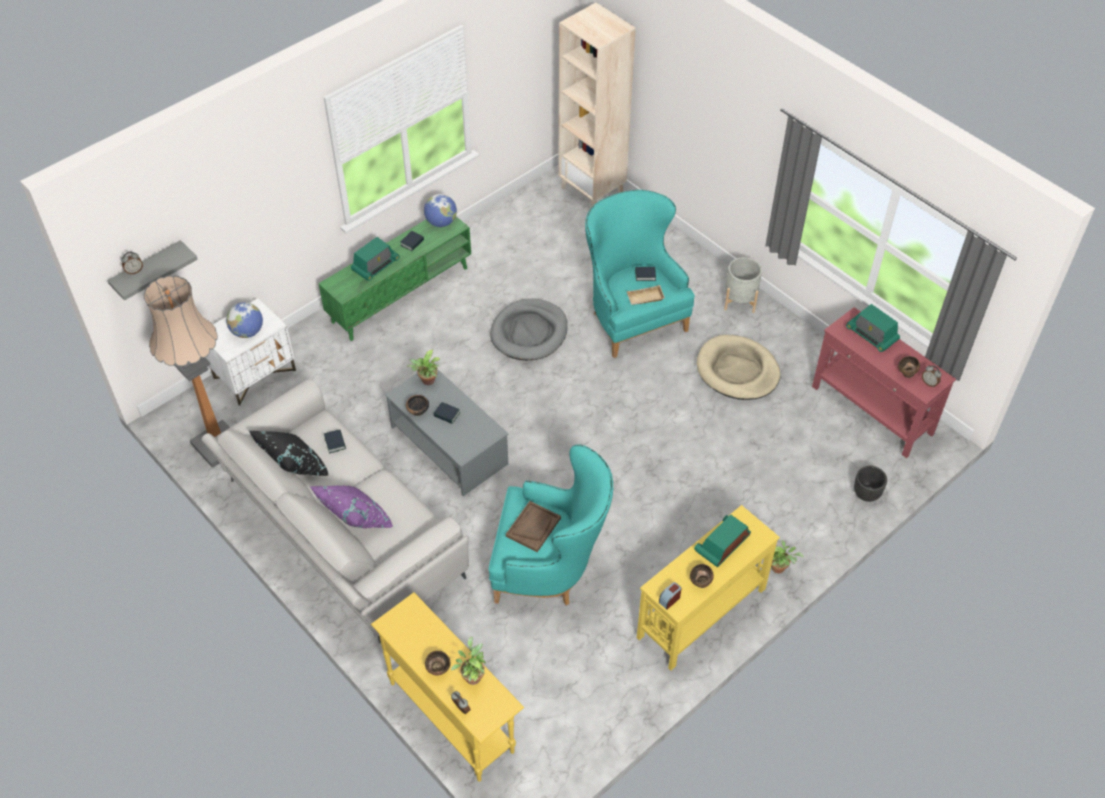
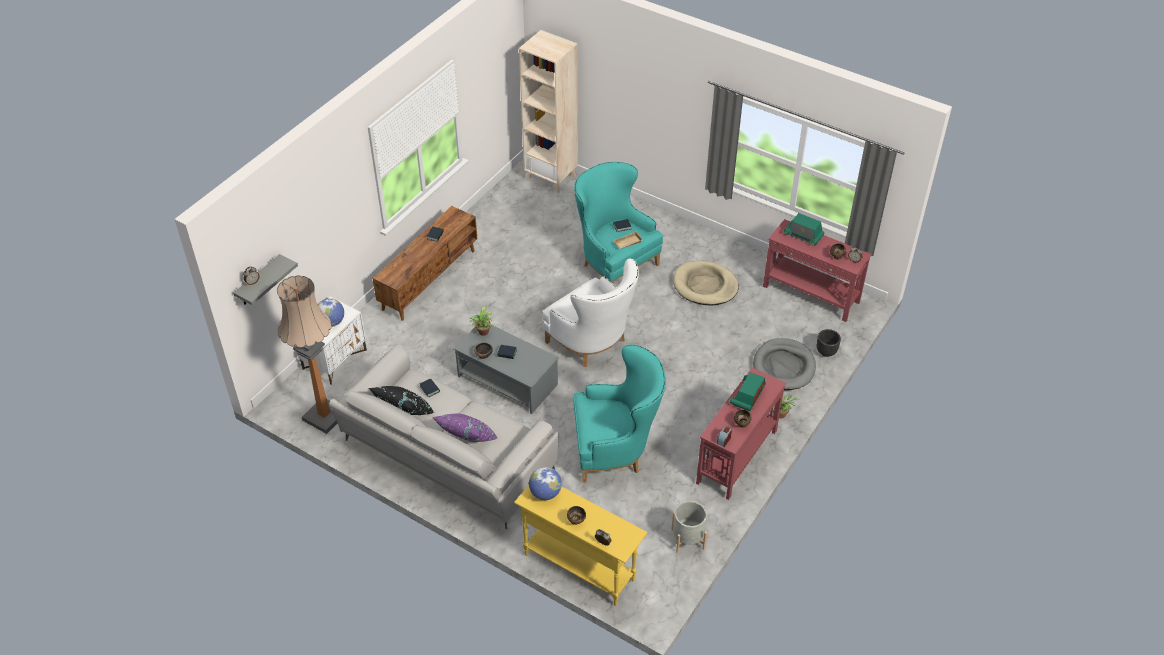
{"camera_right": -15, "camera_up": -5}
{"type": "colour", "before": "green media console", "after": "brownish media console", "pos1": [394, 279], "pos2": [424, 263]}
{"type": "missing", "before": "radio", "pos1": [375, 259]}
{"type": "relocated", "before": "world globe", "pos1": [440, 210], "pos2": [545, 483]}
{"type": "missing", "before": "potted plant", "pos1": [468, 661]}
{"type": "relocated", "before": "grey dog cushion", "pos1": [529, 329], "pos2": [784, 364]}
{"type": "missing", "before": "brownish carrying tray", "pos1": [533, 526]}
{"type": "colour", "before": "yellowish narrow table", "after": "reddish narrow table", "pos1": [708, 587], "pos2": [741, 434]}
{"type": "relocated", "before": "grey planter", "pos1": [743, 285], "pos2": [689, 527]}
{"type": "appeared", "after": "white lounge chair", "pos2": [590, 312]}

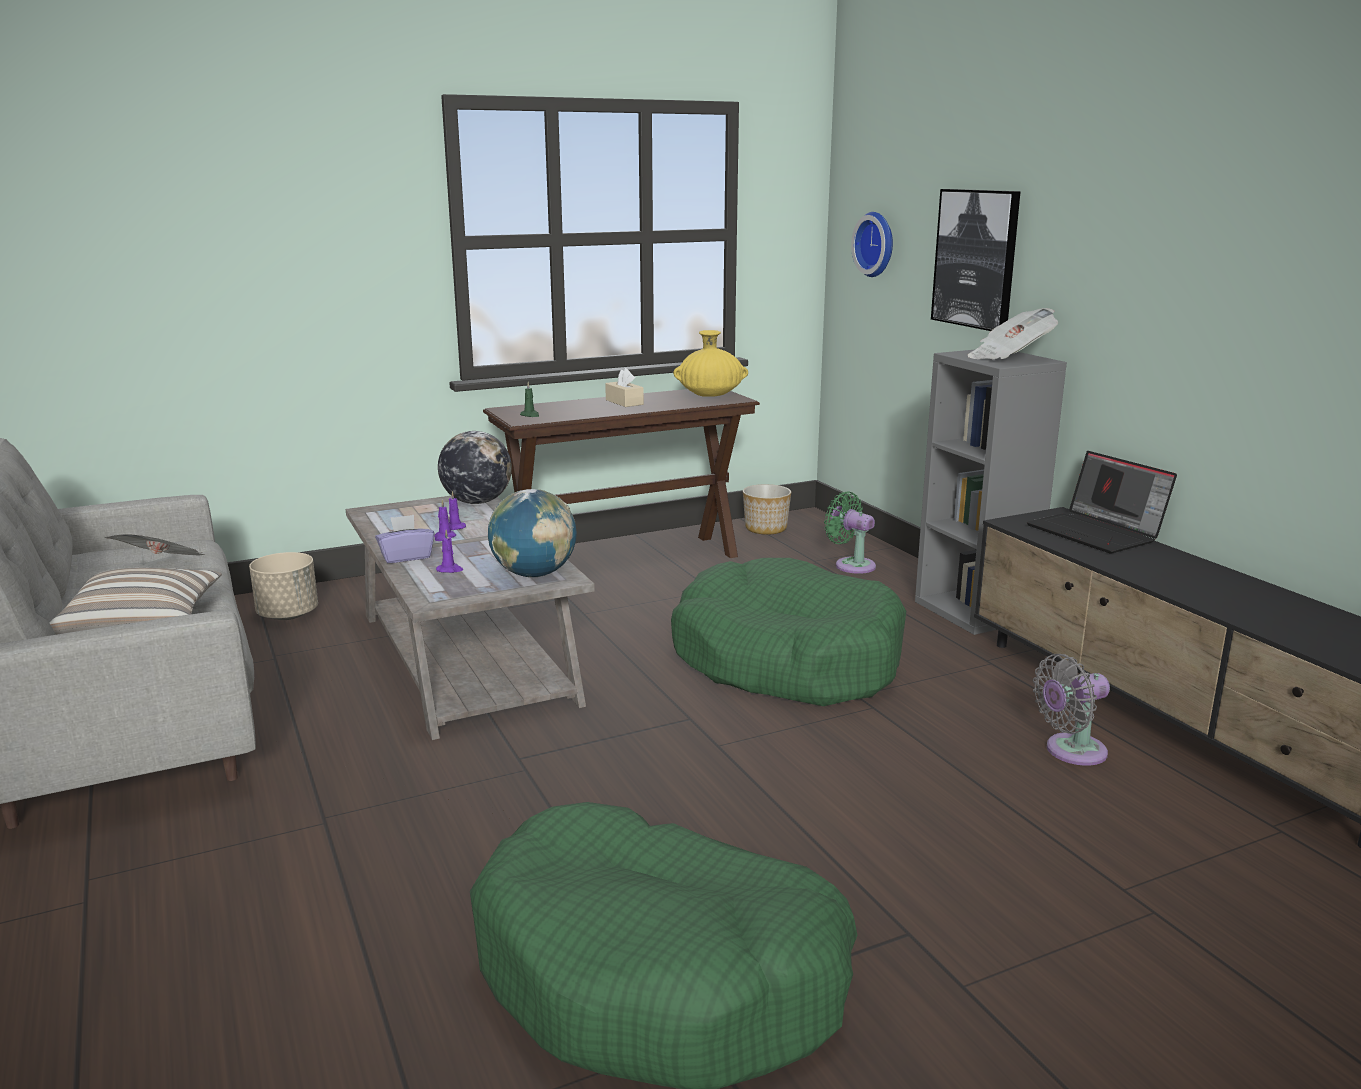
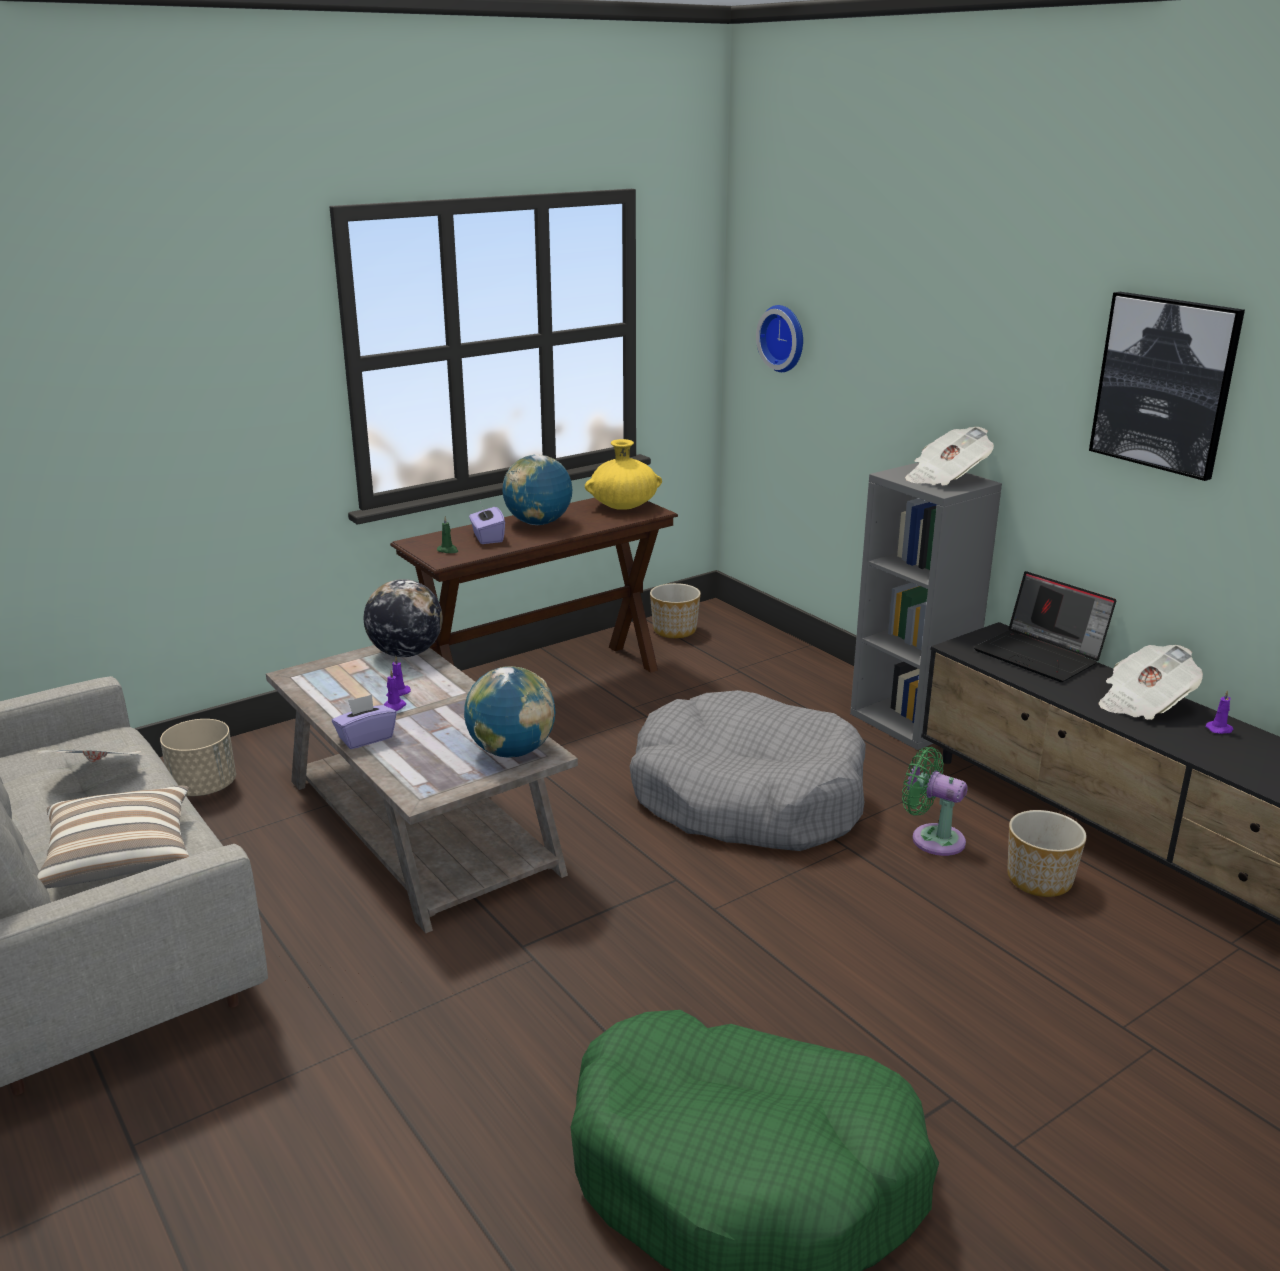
{"camera_right": -10, "camera_up": 5}
{"type": "relocated", "before": "purple wax light", "pos1": [449, 551], "pos2": [1220, 712]}
{"type": "exchanged", "before": "sand-coloured tissue box", "after": "world globe", "pos1": [624, 387], "pos2": [537, 489]}
{"type": "colour", "before": "green dog cushion", "after": "grey dog cushion", "pos1": [788, 632], "pos2": [748, 770]}
{"type": "relocated", "before": "green fan", "pos1": [850, 533], "pos2": [935, 801]}
{"type": "relocated", "before": "wall picture", "pos1": [976, 260], "pos2": [1167, 386]}
{"type": "exchanged", "before": "grey fan", "after": "planter", "pos1": [1071, 710], "pos2": [1047, 853]}
{"type": "appeared", "after": "purple tissue box", "pos2": [487, 523]}
{"type": "appeared", "after": "printed paper", "pos2": [1151, 682]}

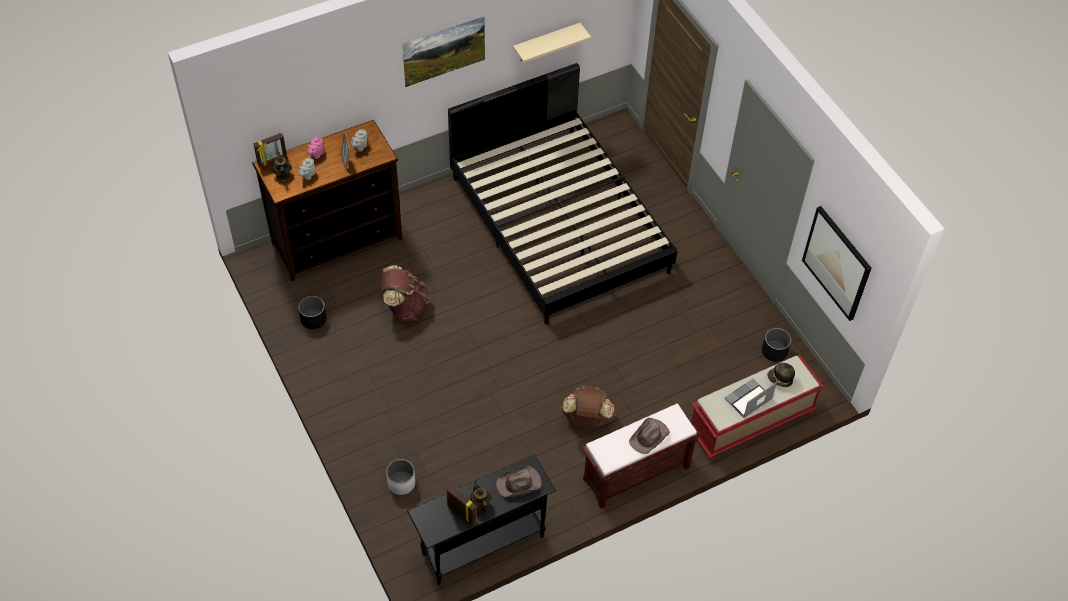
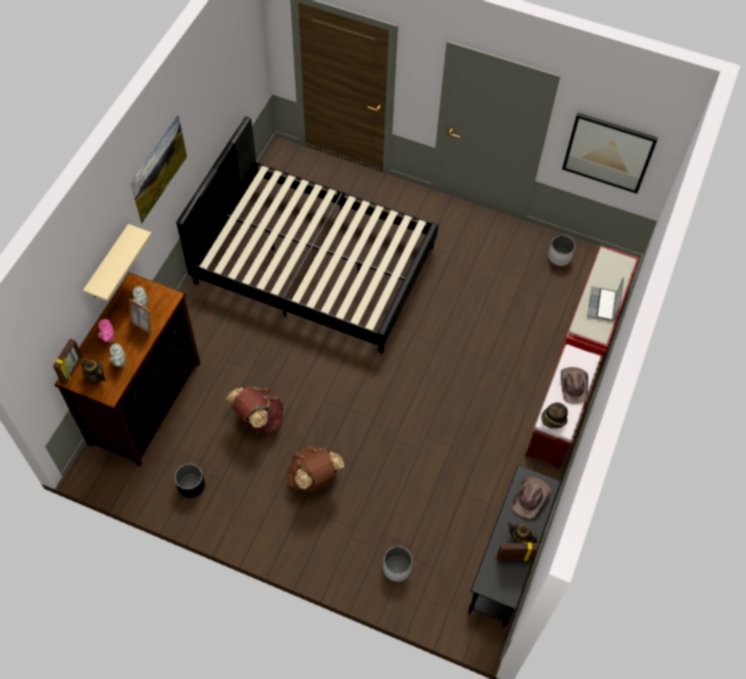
{"camera_right": -40, "camera_up": 5}
{"type": "relocated", "before": "sand-coloured bracket shelf", "pos1": [552, 43], "pos2": [117, 262]}
{"type": "relocated", "before": "brownish knapsack", "pos1": [589, 406], "pos2": [315, 468]}
{"type": "colour", "before": "blackish planter", "after": "white planter", "pos1": [776, 345], "pos2": [561, 250]}
{"type": "relocated", "before": "wearable hat", "pos1": [781, 375], "pos2": [554, 415]}

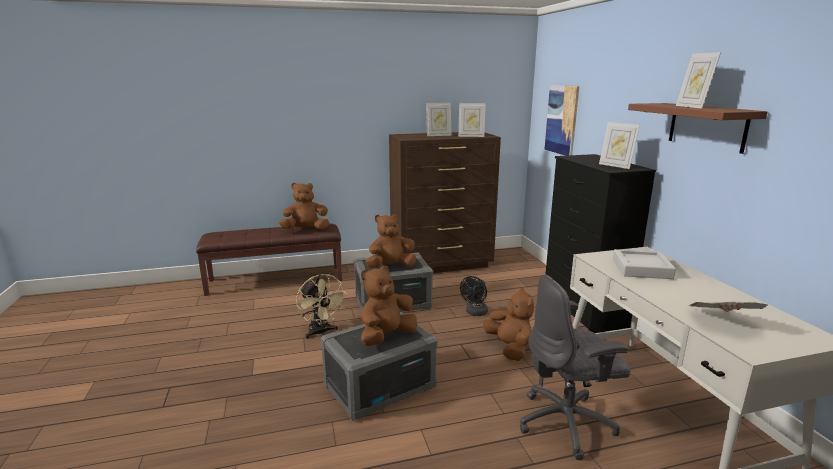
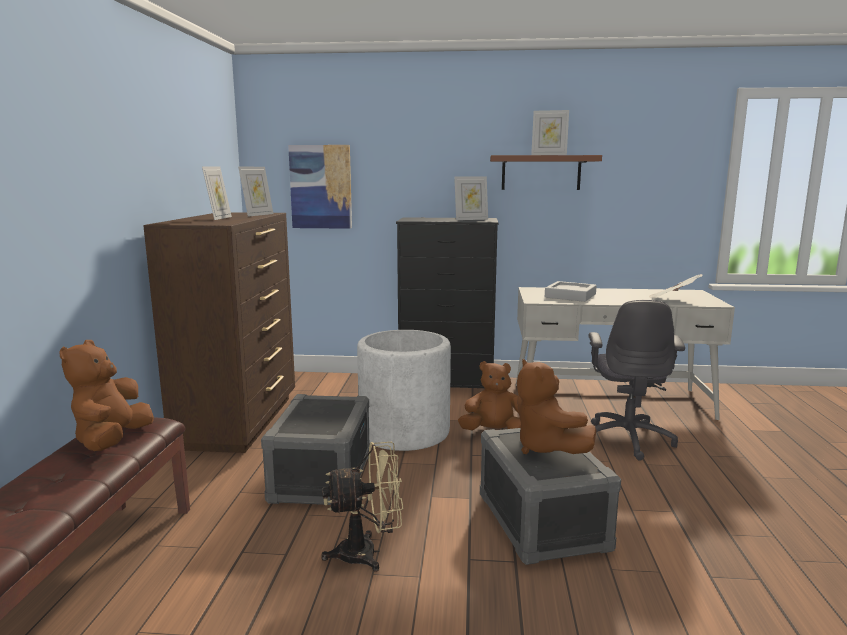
{"camera_right": -70, "camera_up": -5}
{"type": "missing", "before": "brownish plush toy", "pos1": [391, 241]}
{"type": "exchanged", "before": "blackish fan", "after": "white planter", "pos1": [474, 296], "pos2": [404, 390]}

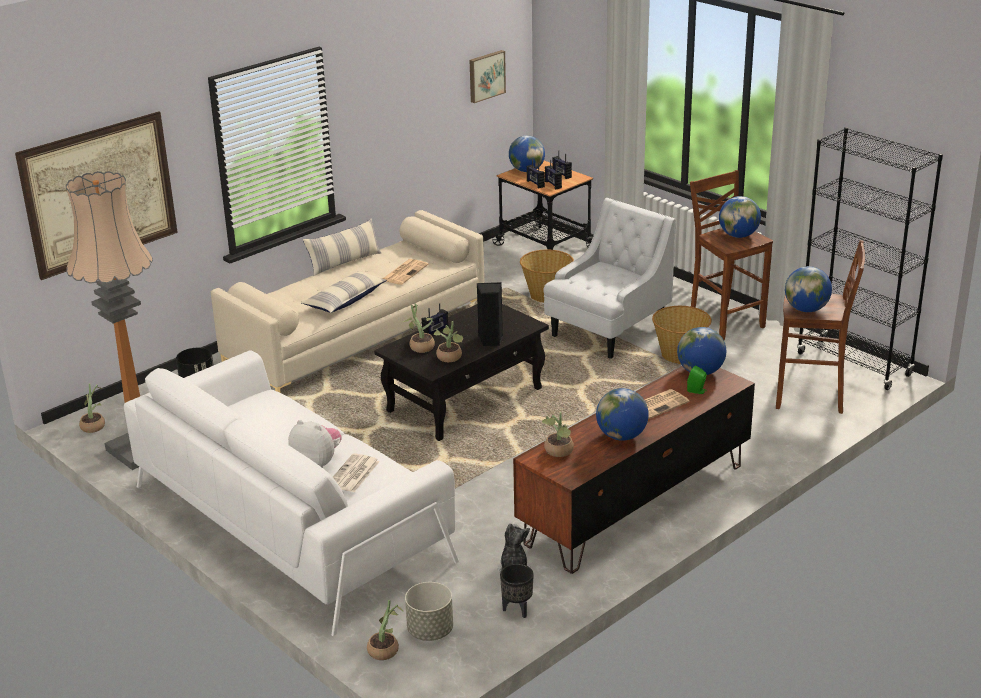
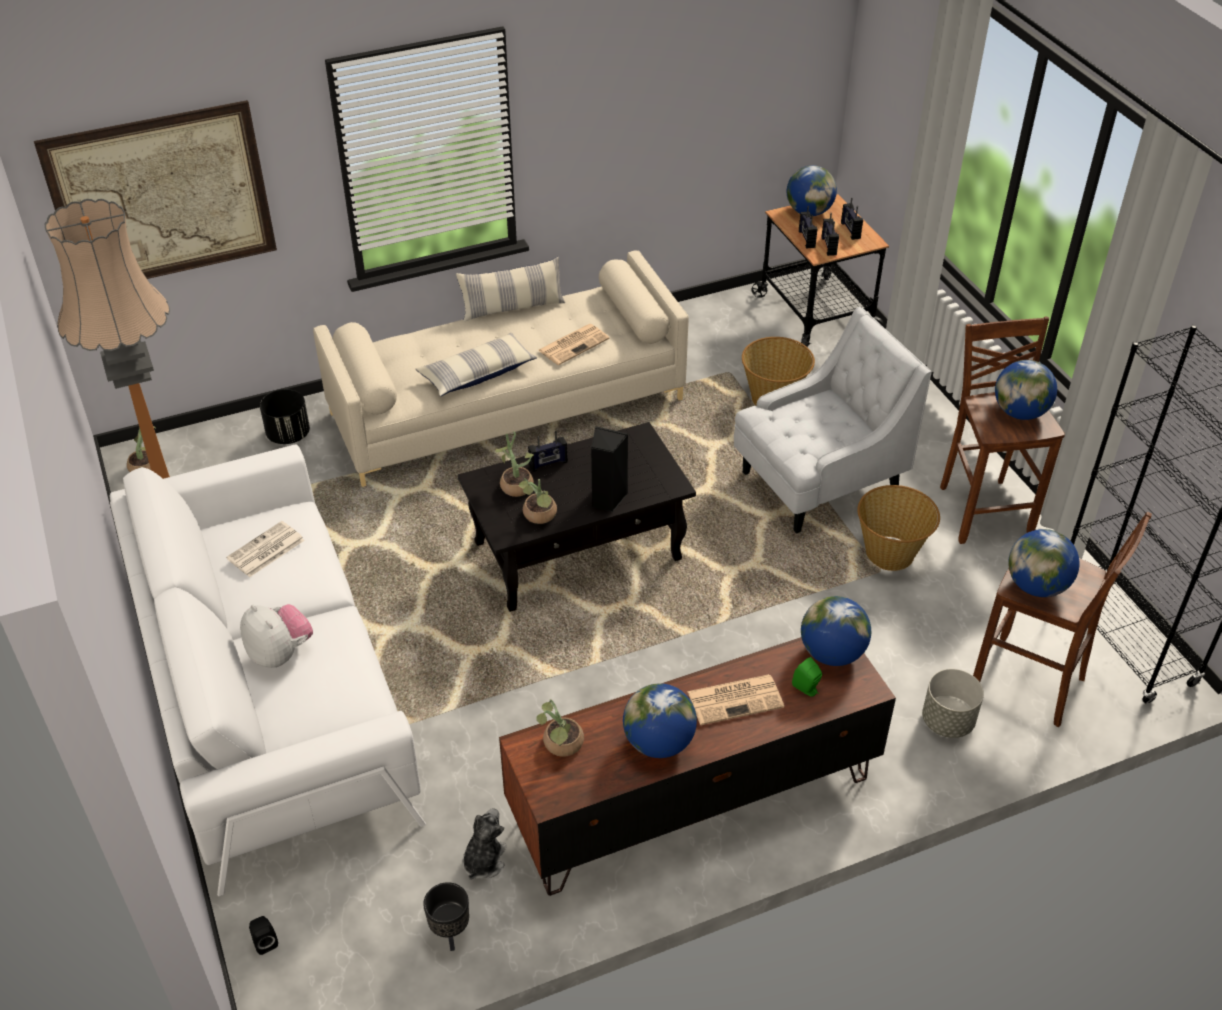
{"camera_right": 20, "camera_up": 15}
{"type": "relocated", "before": "printed paper", "pos1": [356, 472], "pos2": [265, 549]}
{"type": "exchanged", "before": "potted plant", "after": "blackish loudspeaker", "pos1": [385, 630], "pos2": [263, 935]}
{"type": "relocated", "before": "grey planter", "pos1": [429, 611], "pos2": [953, 703]}
{"type": "missing", "before": "wall picture", "pos1": [488, 76]}

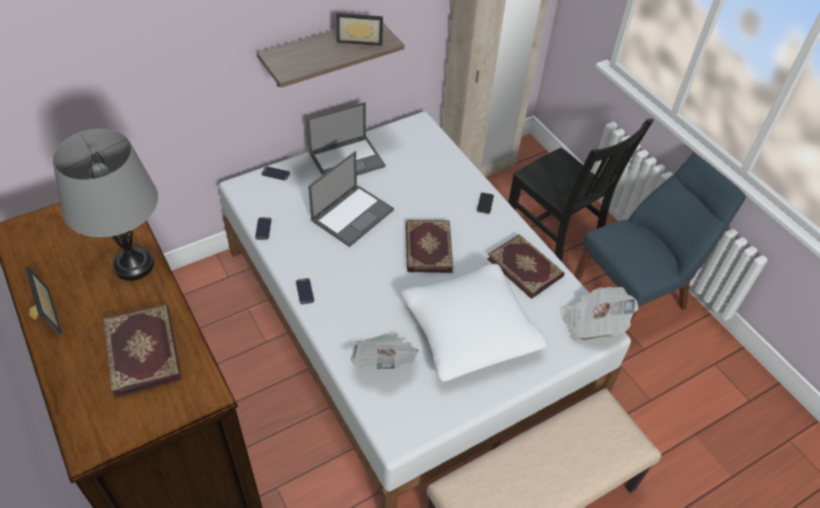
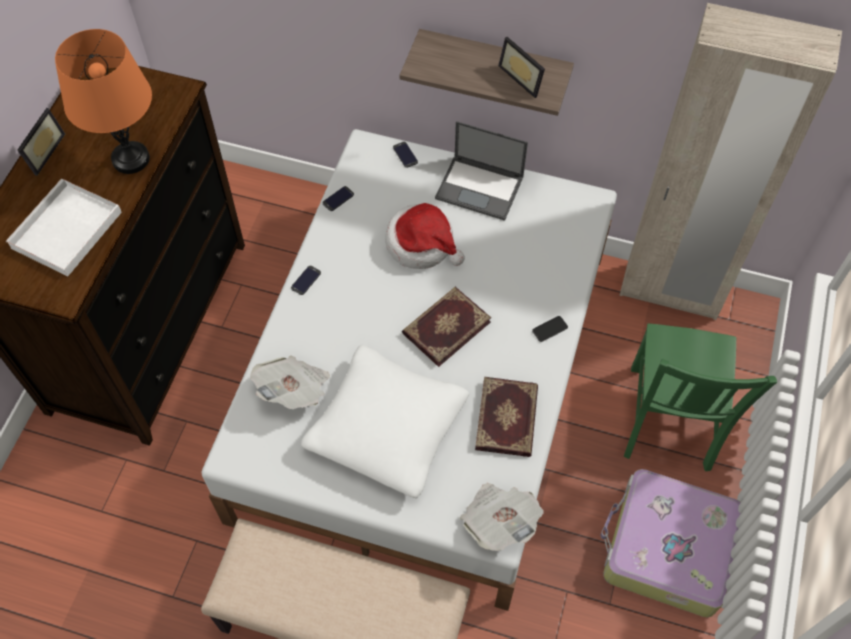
{"camera_right": 50, "camera_up": 10}
{"type": "colour", "before": "grey table lamp", "after": "orange-coloured table lamp", "pos1": [105, 205], "pos2": [103, 101]}
{"type": "exchanged", "before": "bound book", "after": "white carrying tray", "pos1": [142, 350], "pos2": [64, 228]}
{"type": "exchanged", "before": "laptop", "after": "wearable hat", "pos1": [351, 199], "pos2": [425, 236]}
{"type": "colour", "before": "blackish chair", "after": "green chair", "pos1": [581, 190], "pos2": [700, 397]}
{"type": "exchanged", "before": "bluish chair", "after": "piece of luggage", "pos1": [660, 237], "pos2": [670, 543]}

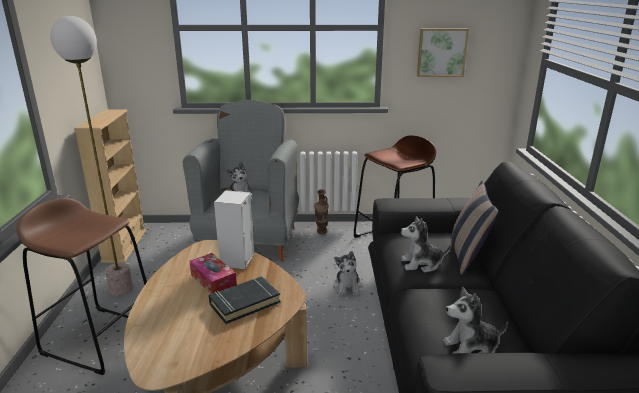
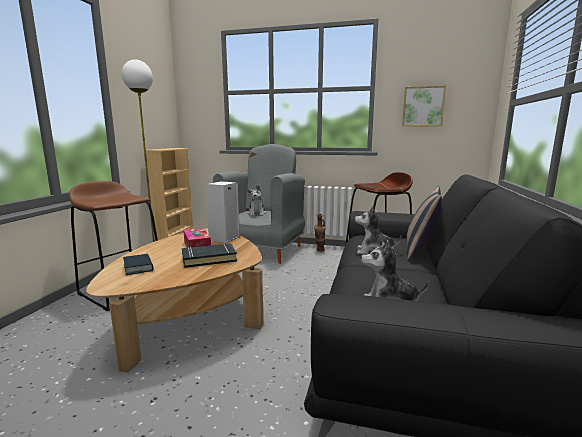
{"camera_right": 15, "camera_up": -10}
{"type": "missing", "before": "plush toy", "pos1": [347, 273]}
{"type": "appeared", "after": "bound book", "pos2": [138, 264]}

